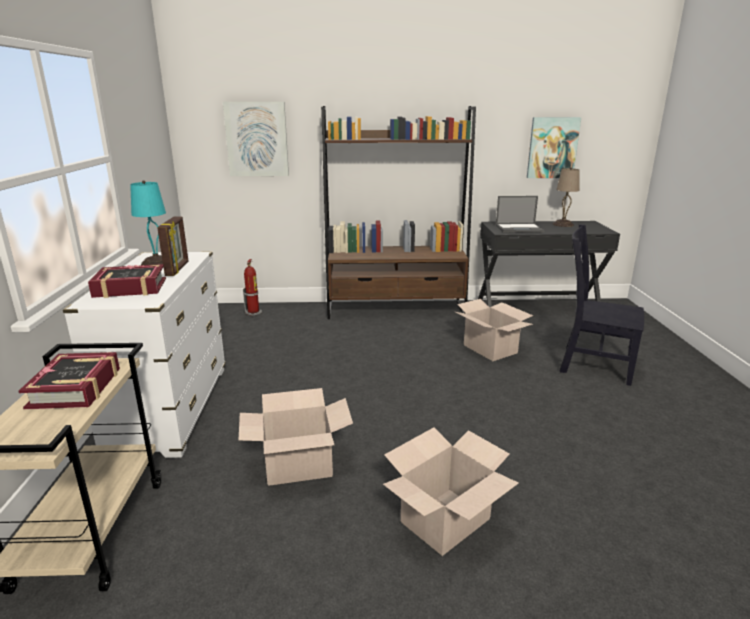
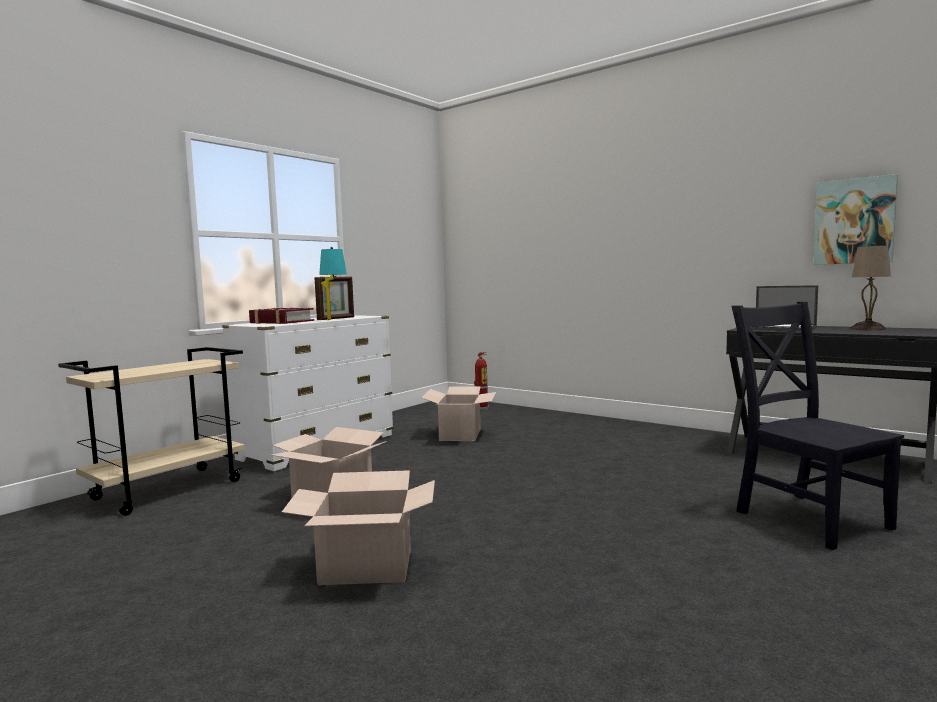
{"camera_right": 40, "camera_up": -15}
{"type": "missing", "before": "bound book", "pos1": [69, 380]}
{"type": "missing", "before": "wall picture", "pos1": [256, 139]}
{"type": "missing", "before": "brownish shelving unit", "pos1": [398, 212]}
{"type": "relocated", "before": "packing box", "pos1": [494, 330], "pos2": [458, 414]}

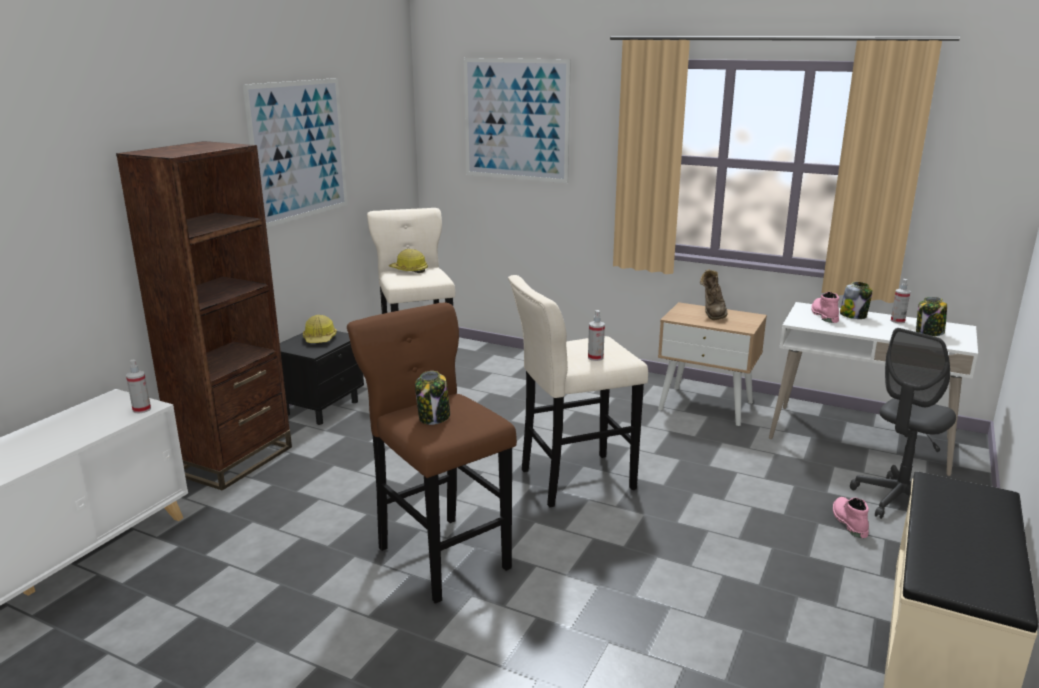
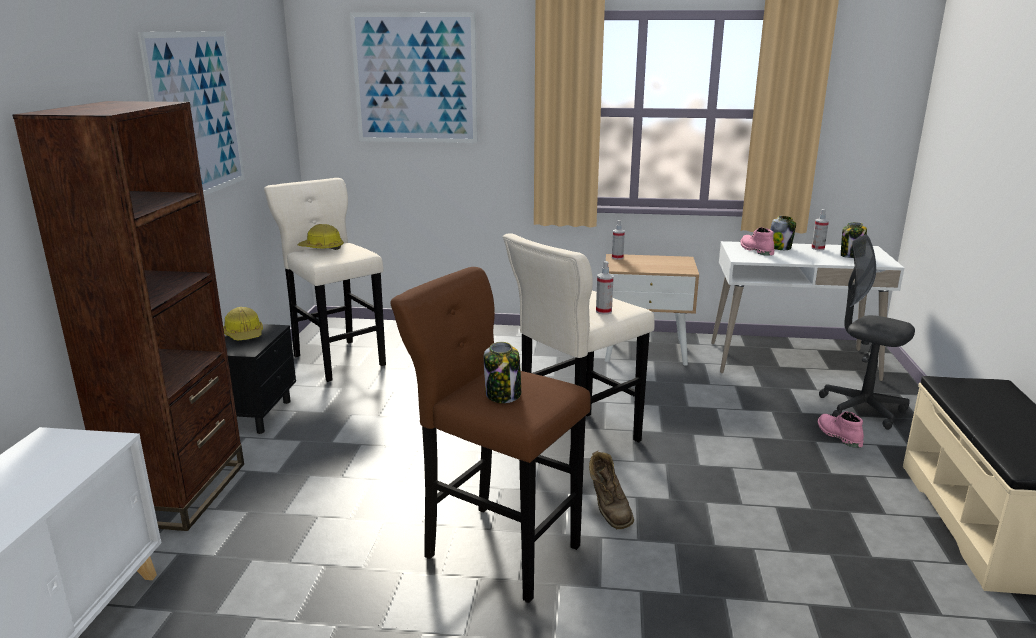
{"camera_right": -20, "camera_up": 0}
{"type": "relocated", "before": "hand sprayer", "pos1": [138, 387], "pos2": [618, 240]}
{"type": "relocated", "before": "brownish high-top boot", "pos1": [713, 294], "pos2": [611, 490]}
{"type": "spun", "before": "grey office chair", "pos1": [903, 423], "pos2": [867, 332], "turn": 105}

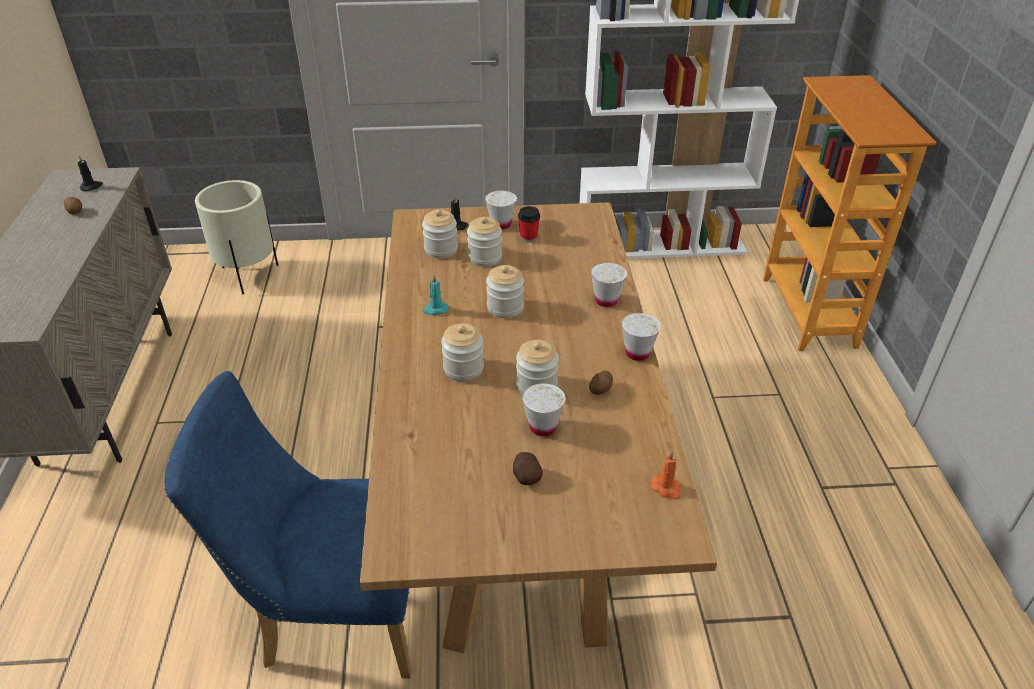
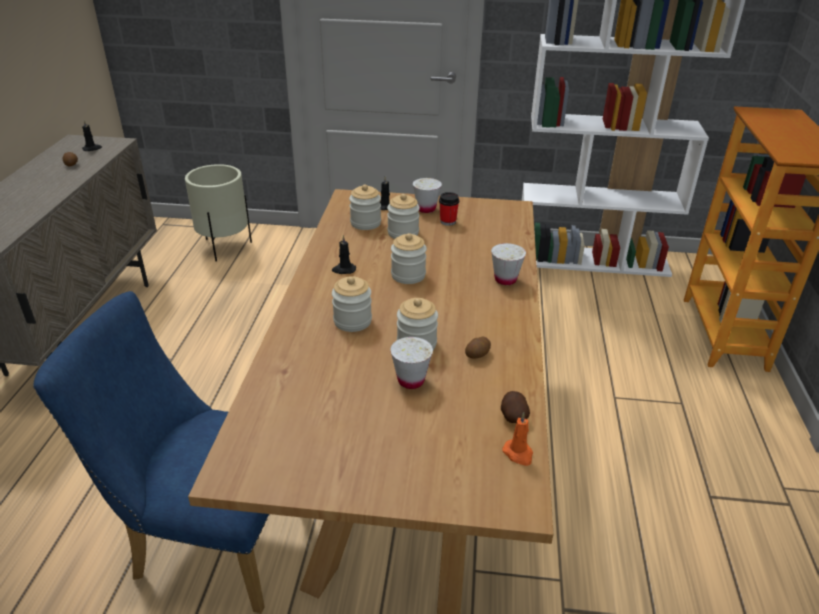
{"camera_right": 10, "camera_up": -5}
{"type": "colour", "before": "turquoise-coloured wax light", "after": "blackish wax light", "pos1": [435, 295], "pos2": [344, 254]}
{"type": "relocated", "before": "potato", "pos1": [528, 468], "pos2": [515, 407]}
{"type": "missing", "before": "white cup", "pos1": [641, 337]}

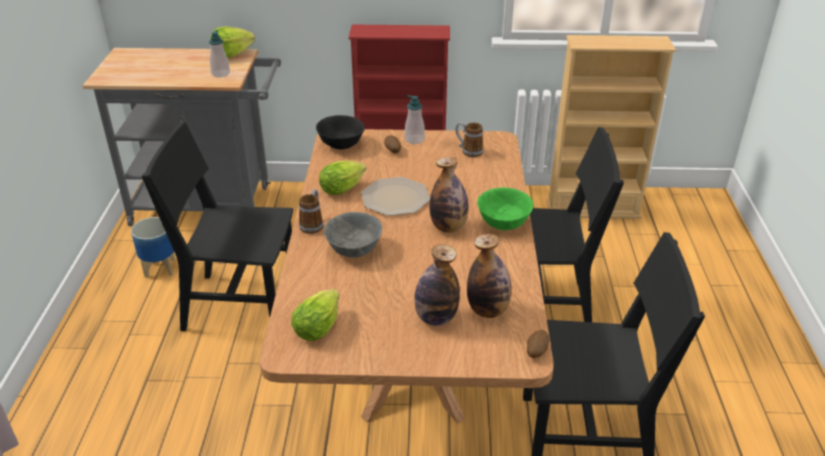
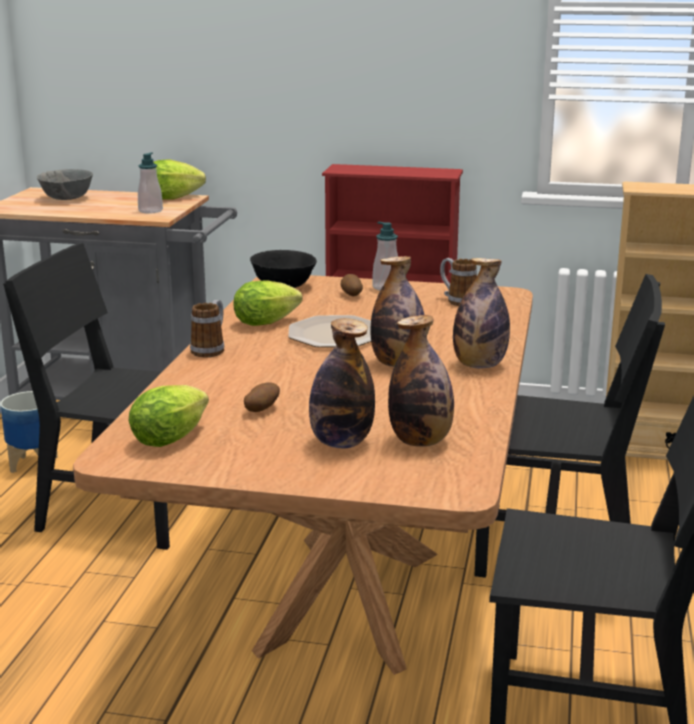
{"camera_right": 10, "camera_up": -15}
{"type": "relocated", "before": "grey serving bowl", "pos1": [353, 235], "pos2": [64, 184]}
{"type": "exchanged", "before": "green serving bowl", "after": "drink bottle", "pos1": [505, 208], "pos2": [481, 313]}
{"type": "relocated", "before": "potato", "pos1": [538, 344], "pos2": [262, 397]}

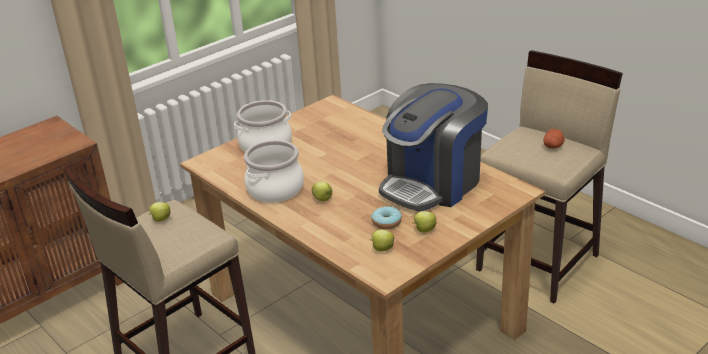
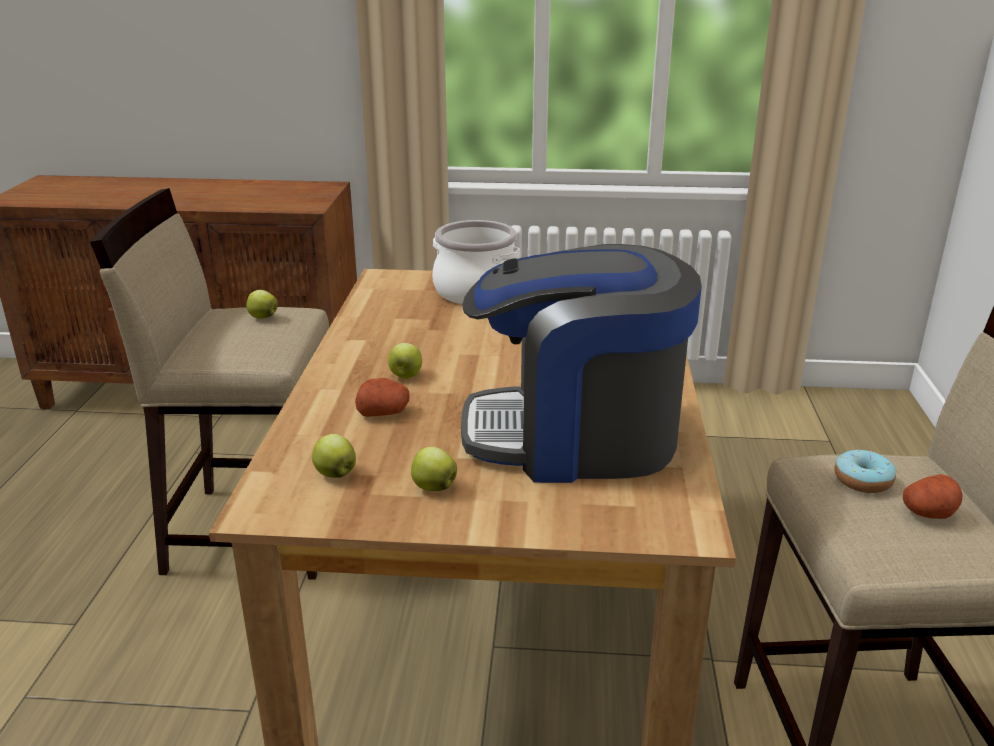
{"camera_right": 45, "camera_up": -5}
{"type": "missing", "before": "saucepot", "pos1": [274, 171]}
{"type": "relocated", "before": "ring doughnut", "pos1": [386, 217], "pos2": [865, 471]}
{"type": "appeared", "after": "potato", "pos2": [382, 397]}

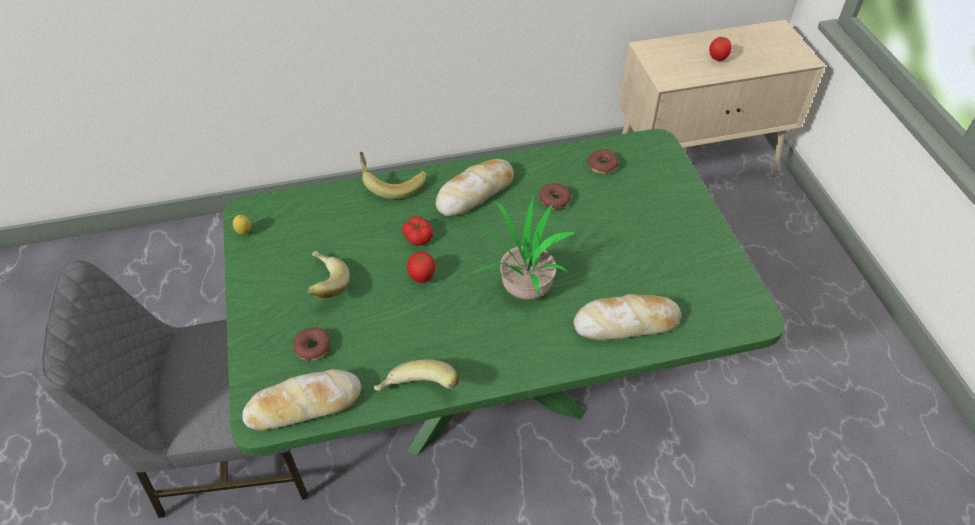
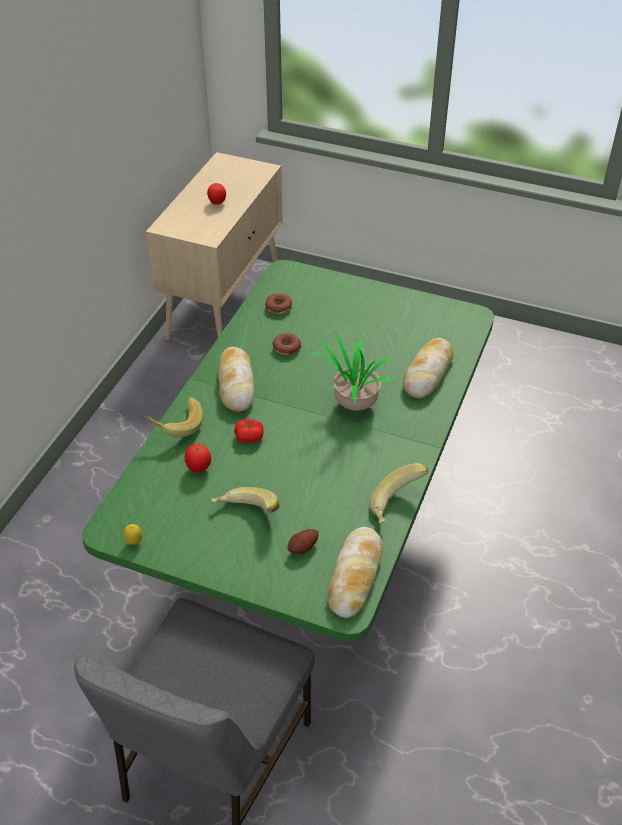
{"camera_right": -55, "camera_up": -5}
{"type": "exchanged", "before": "ring doughnut", "after": "potato", "pos1": [311, 345], "pos2": [303, 541]}
{"type": "relocated", "before": "fresh tomato", "pos1": [421, 267], "pos2": [197, 458]}

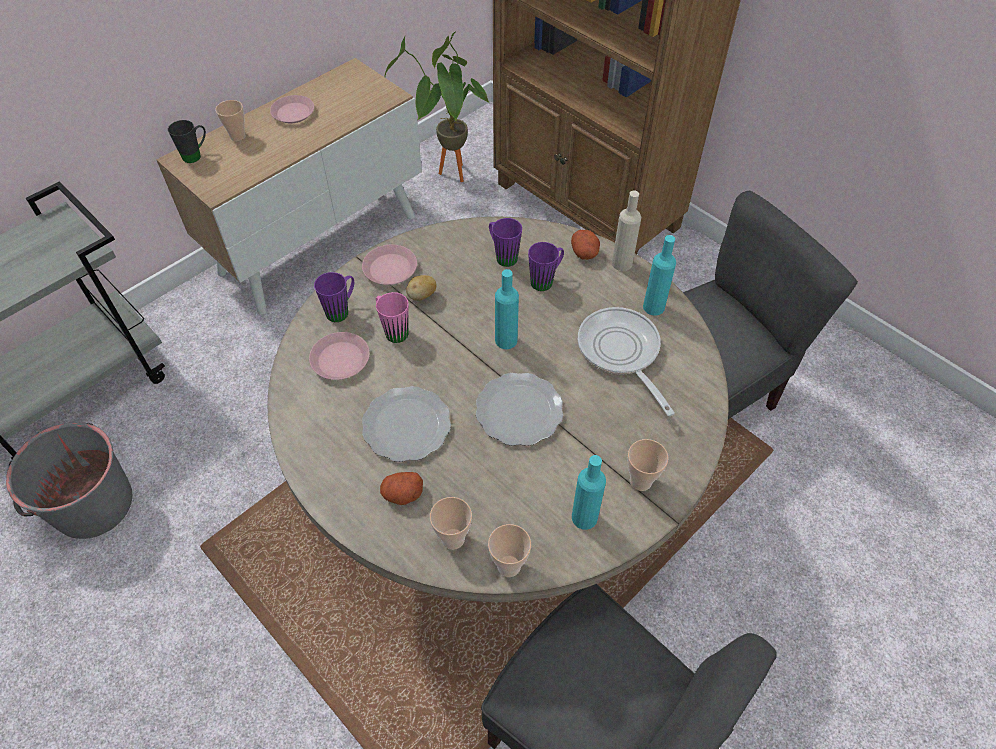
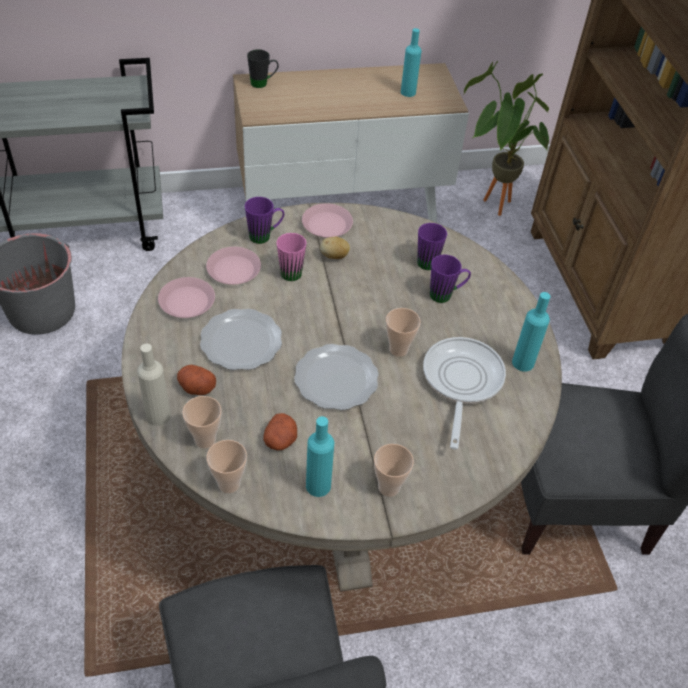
{"camera_right": 30, "camera_up": -5}
{"type": "relocated", "before": "cup", "pos1": [230, 120], "pos2": [403, 332]}
{"type": "relocated", "before": "pink flat dish", "pos1": [292, 109], "pos2": [186, 297]}
{"type": "relocated", "before": "turquoise-coloured drink bottle", "pos1": [507, 309], "pos2": [411, 62]}
{"type": "relocated", "before": "potato", "pos1": [585, 245], "pos2": [280, 431]}
{"type": "relocated", "before": "sand-coloured drink bottle", "pos1": [626, 231], "pos2": [154, 385]}

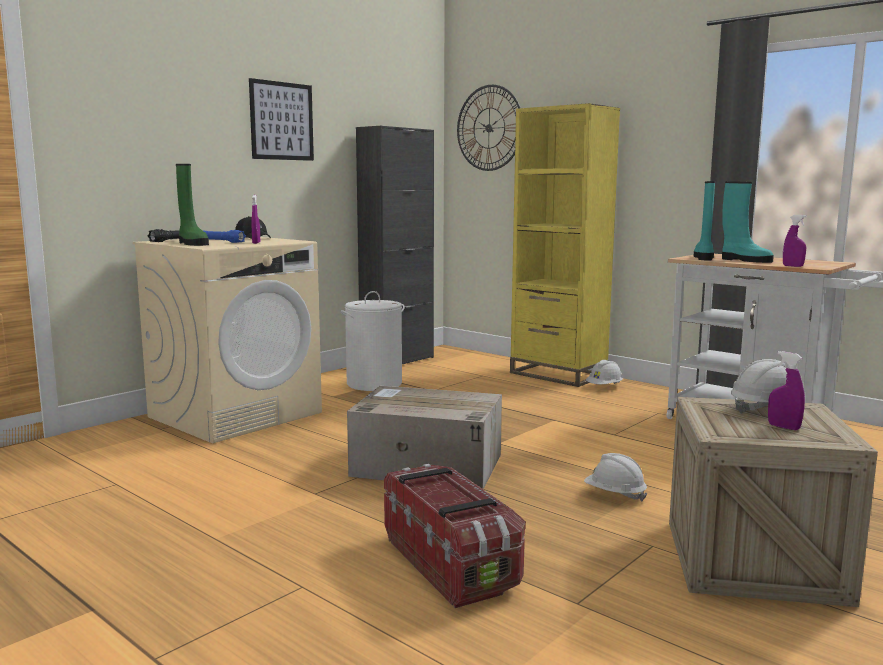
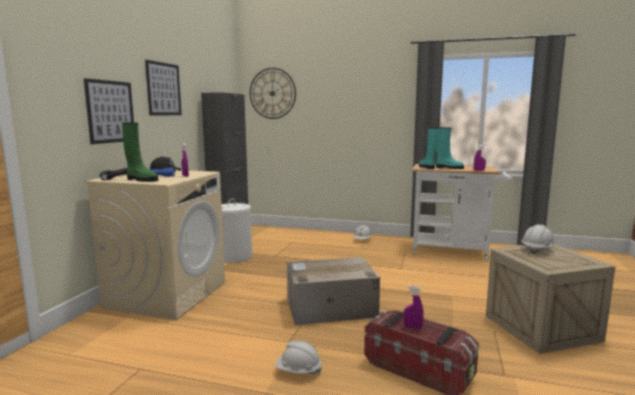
{"camera_right": -25, "camera_up": 0}
{"type": "missing", "before": "yellowish shelving unit", "pos1": [565, 245]}
{"type": "relocated", "before": "white hard hat", "pos1": [615, 477], "pos2": [299, 357]}
{"type": "relocated", "before": "purple hand sprayer", "pos1": [786, 390], "pos2": [413, 307]}
{"type": "appeared", "after": "wall picture", "pos2": [109, 111]}

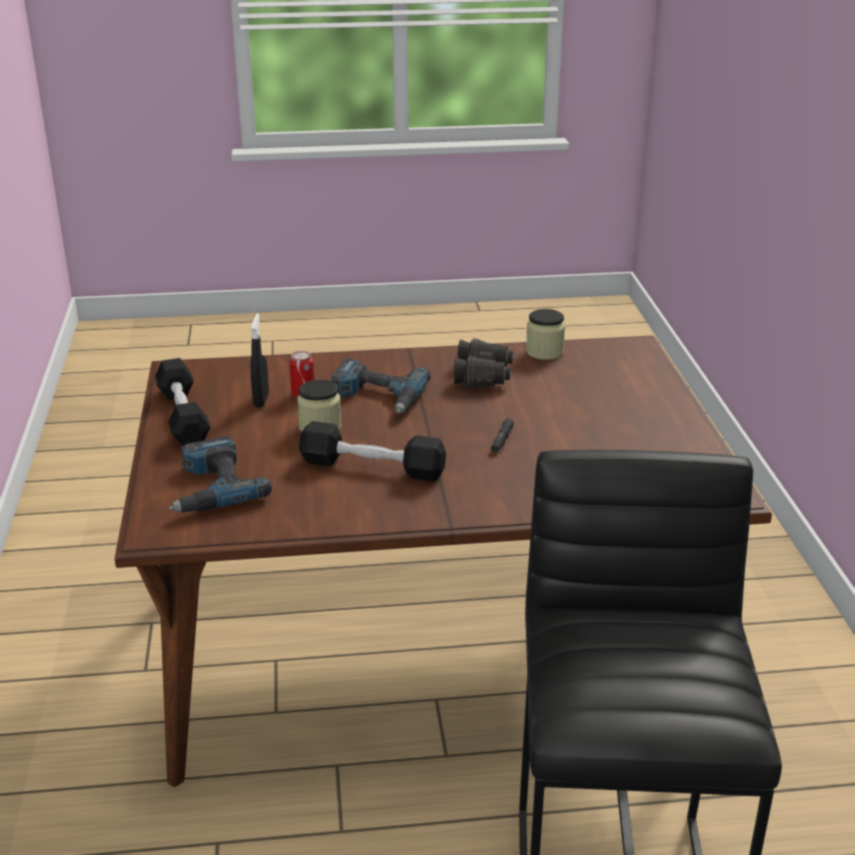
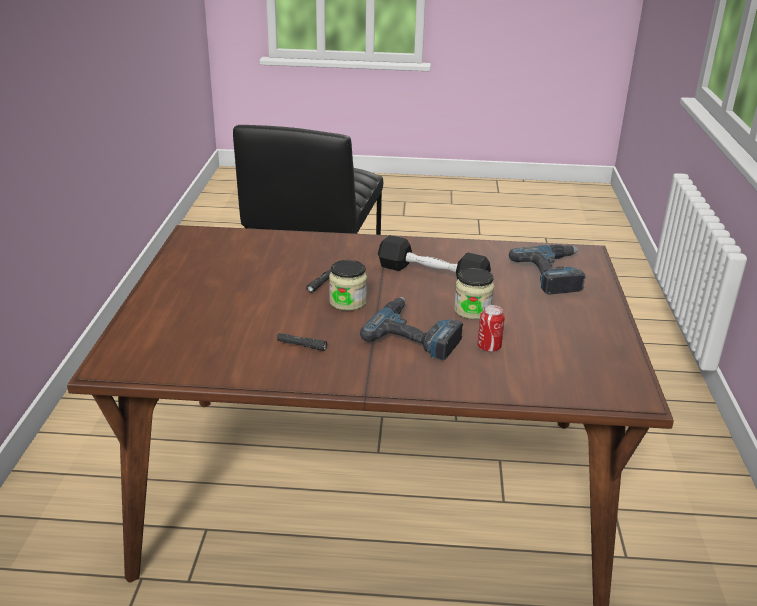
{"camera_right": -170, "camera_up": 0}
{"type": "missing", "before": "blackish hand weight", "pos1": [183, 402]}
{"type": "missing", "before": "blackish hand sprayer", "pos1": [260, 360]}
{"type": "exchanged", "before": "blackish field glasses", "after": "blackish hand torch", "pos1": [484, 363], "pos2": [302, 342]}
{"type": "relocated", "before": "preserve jar", "pos1": [545, 334], "pos2": [348, 285]}

